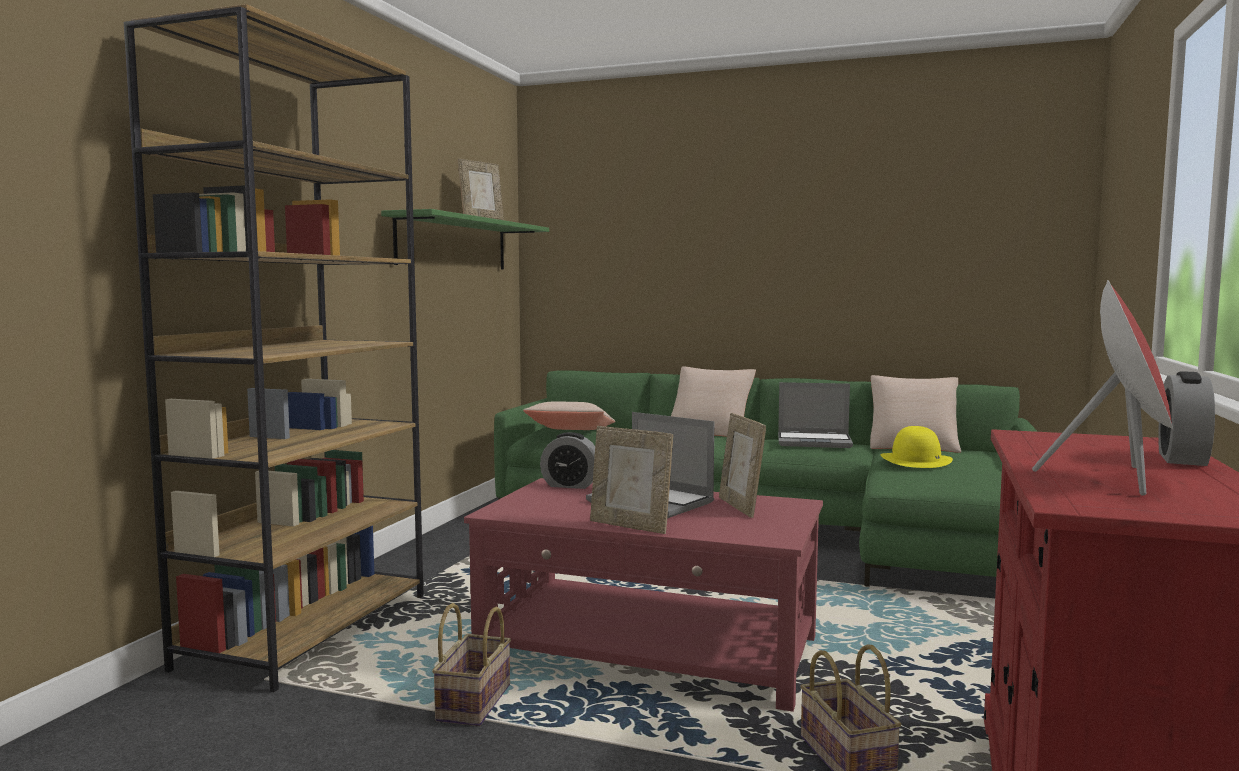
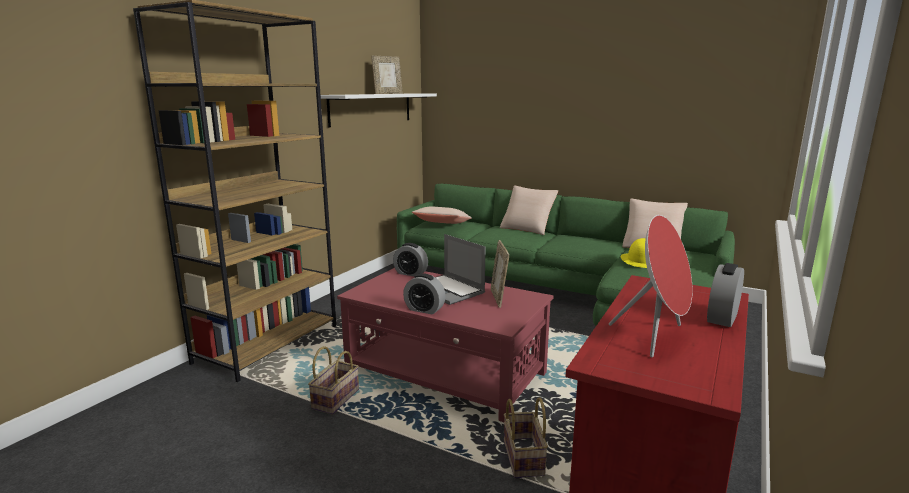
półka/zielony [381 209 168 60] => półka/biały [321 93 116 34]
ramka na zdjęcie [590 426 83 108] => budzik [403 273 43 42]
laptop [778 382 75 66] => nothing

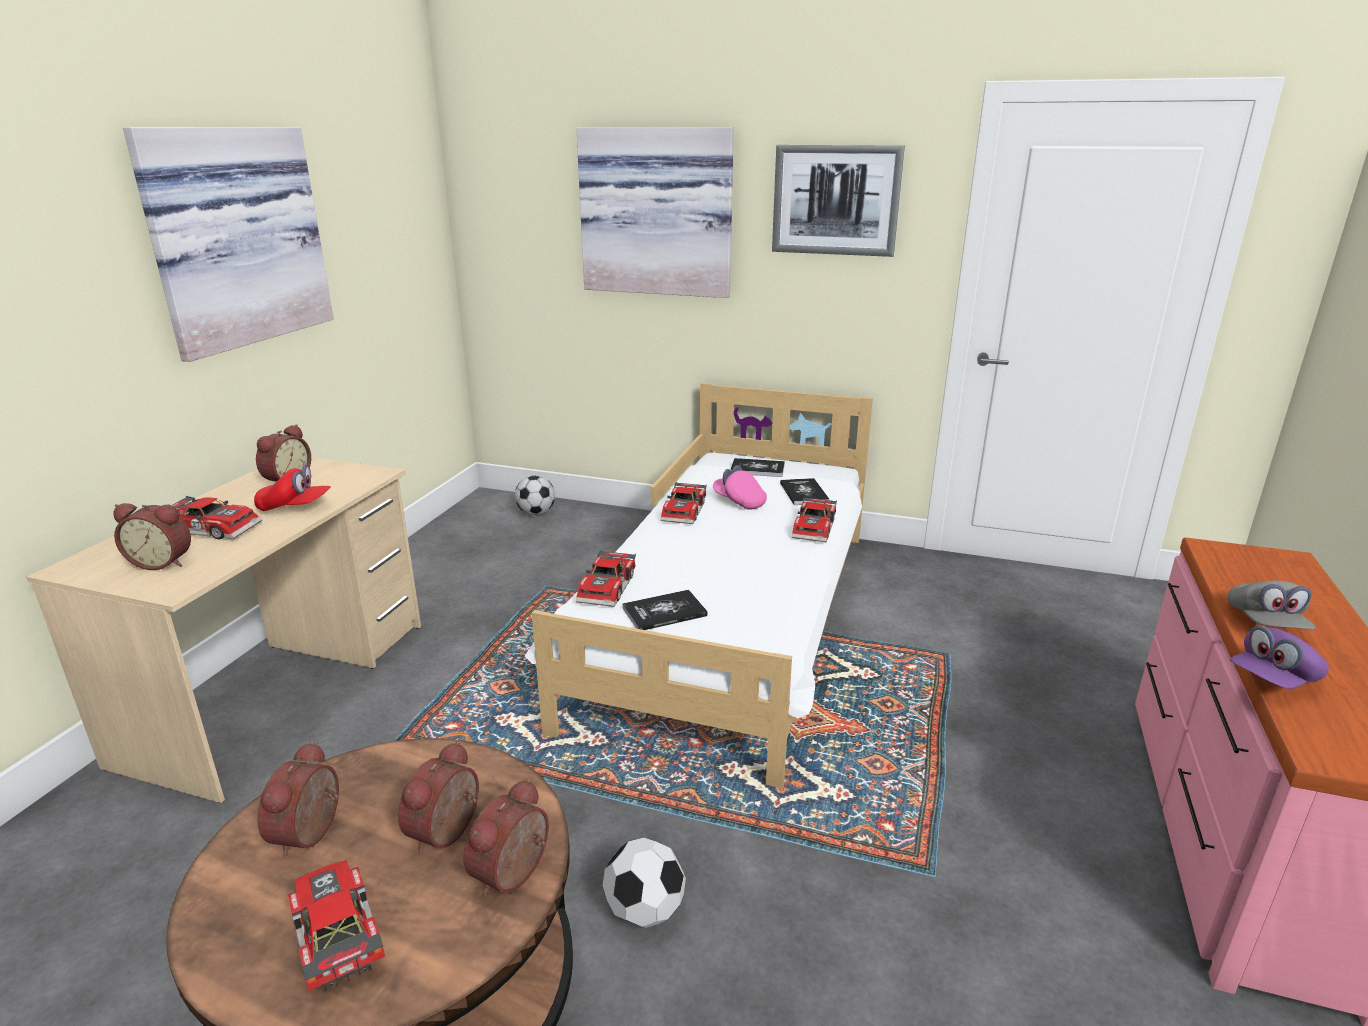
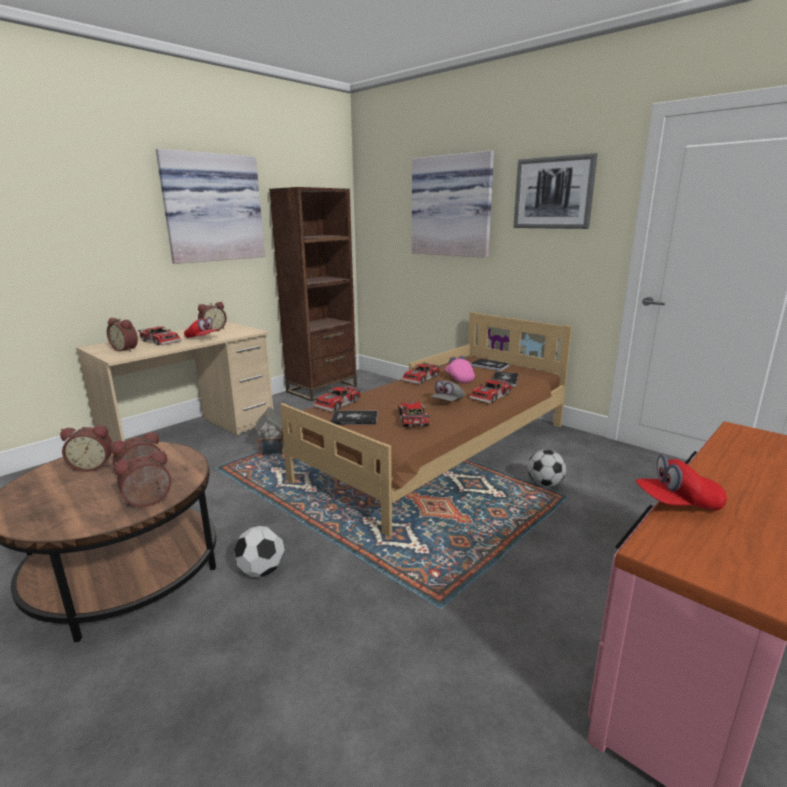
budzik [257 741 82 117] => budzik [60 425 53 47], 135 degrees counterclockwise
samochodzik [288 860 97 131] => samochodzik [398 402 32 25], moved
piłka futbolowa [515 476 40 39] => piłka futbolowa [528 449 38 38], moved
łóżko/biały [525 383 348 405] => łóżko/brązowy [280 312 292 225]
czapka z daszkiem/szary [1227 581 88 48] => czapka z daszkiem/szary [431 380 34 21], moved
czapka z daszkiem/fioletowy [1230 625 99 64] => czapka z daszkiem/czerwony [635 454 92 57]
nothing => domek [255 407 29 48]
nothing => regał/brązowy [269 187 88 214]

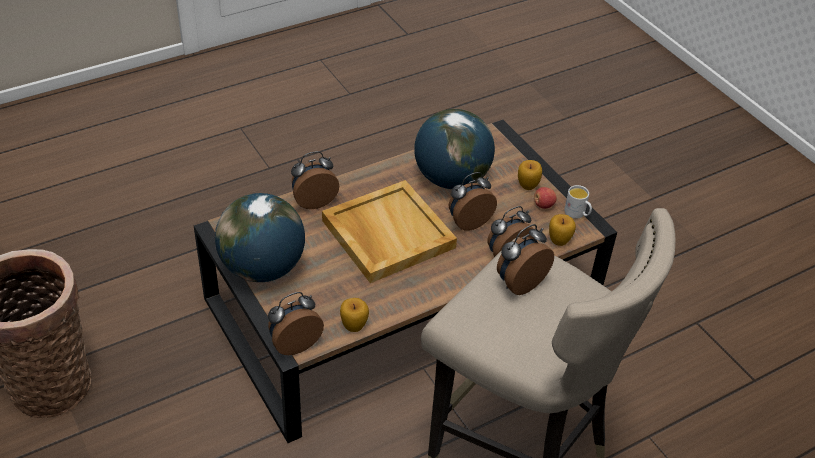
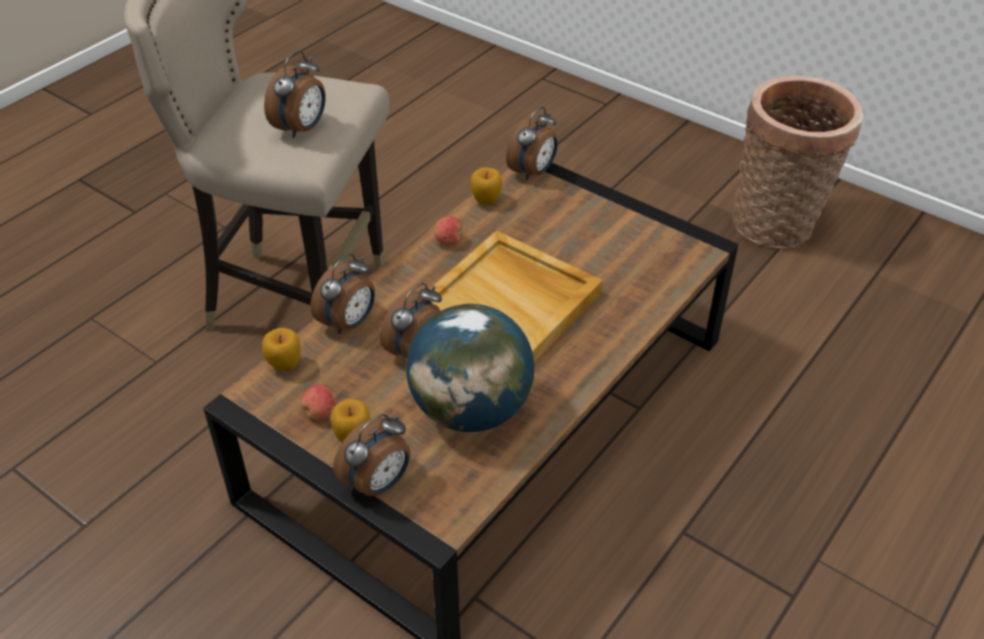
globus [215 193 90 89] => nothing
budzik [291 151 48 58] => budzik [333 414 77 83], moved
kubek/biały [564 185 28 33] => nothing
nothing => jabłko [434 216 28 29]

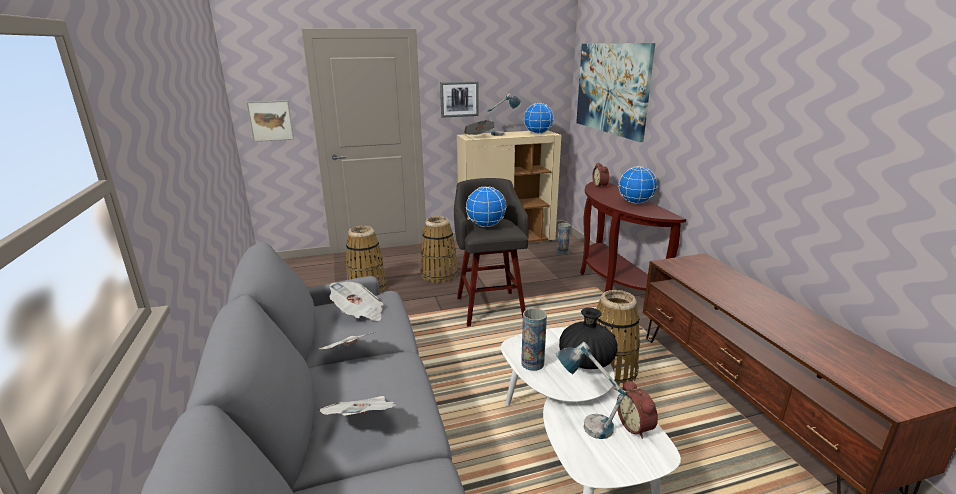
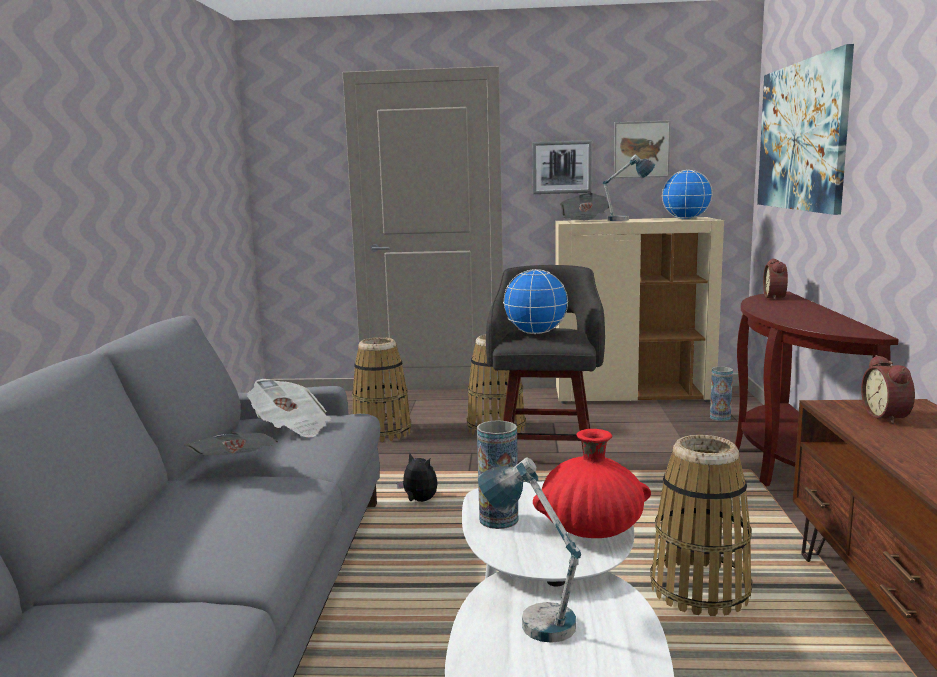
obraz [246 100 48 42] => obraz [614 120 57 58], moved
gazeta [320 396 77 20] => nothing
wazon/czarny [559 308 58 61] => wazon/czerwony [533 429 118 109]
budzik [617 380 41 59] => budzik [861 355 54 69], moved
globus [619 166 38 38] => nothing
nothing => pluszak [397 453 41 49]

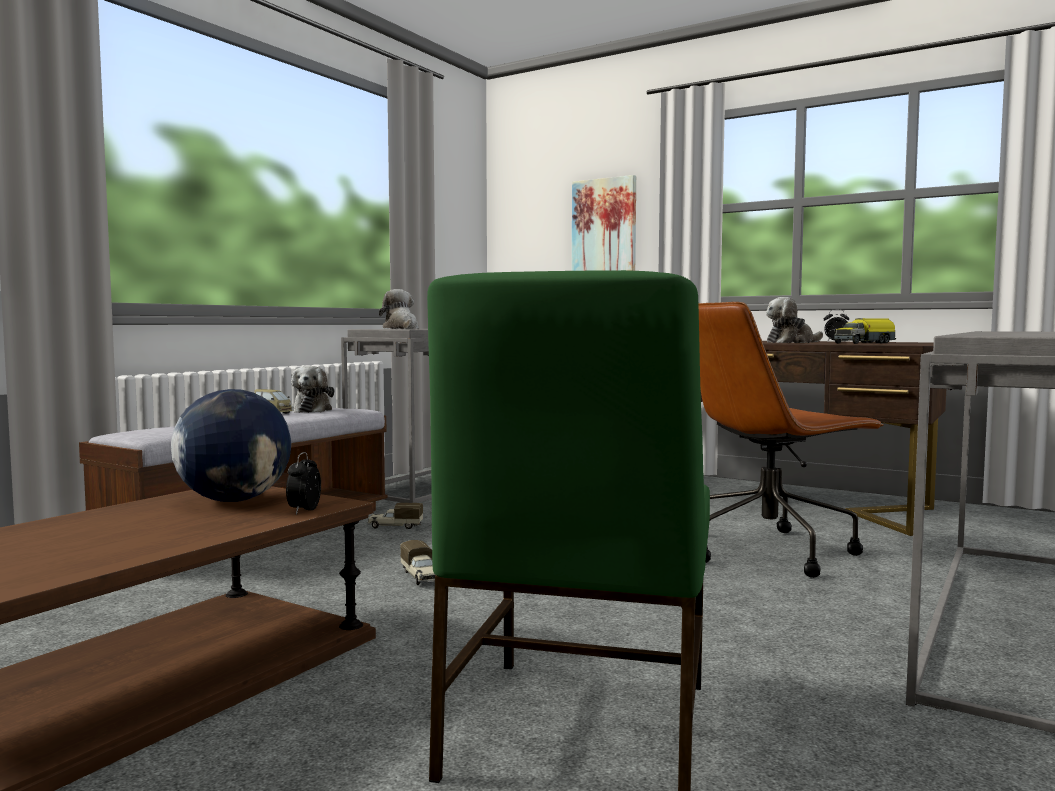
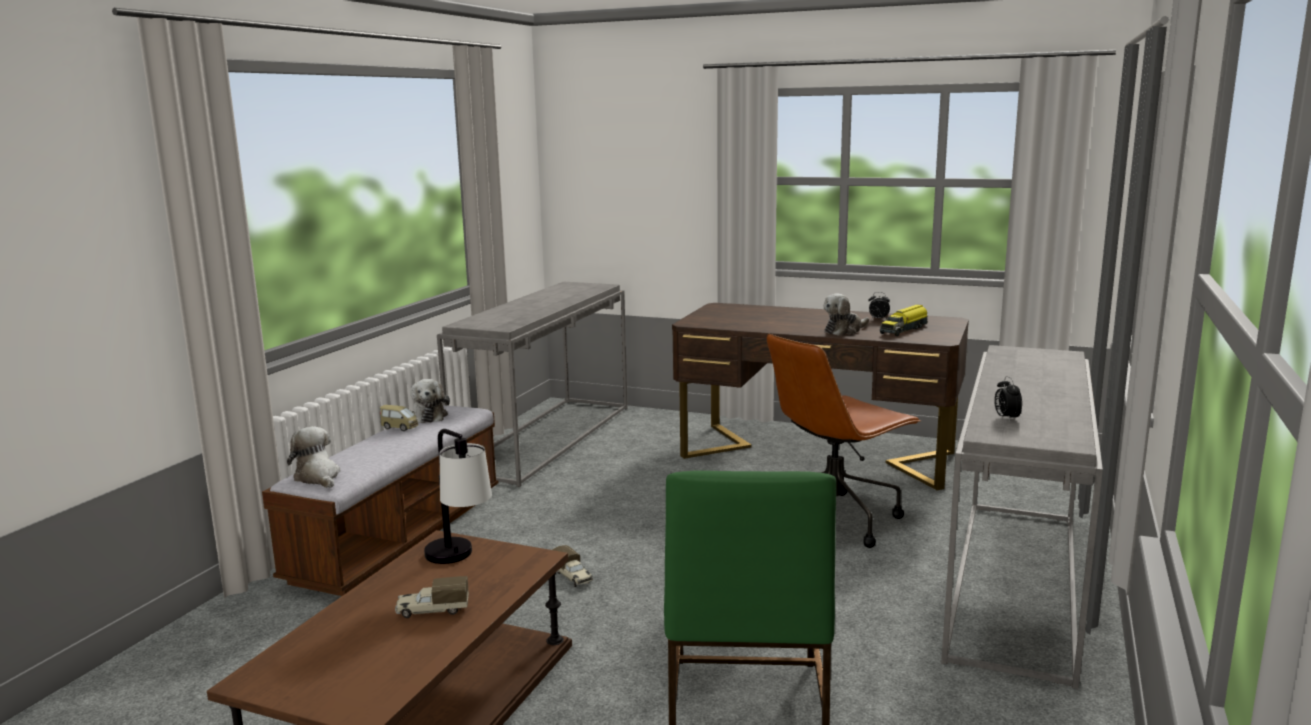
globus [171 389 120 113] => lampa stołowa [424 429 68 135]
budzik [286 452 35 63] => budzik [994 376 28 45], moved
ciężarówka zabawkowa [367 503 56 26] => ciężarówka zabawkowa [395 576 74 42], moved
pluszak [379 289 40 40] => pluszak [287 426 53 62], moved
obraz [572 175 64 96] => nothing

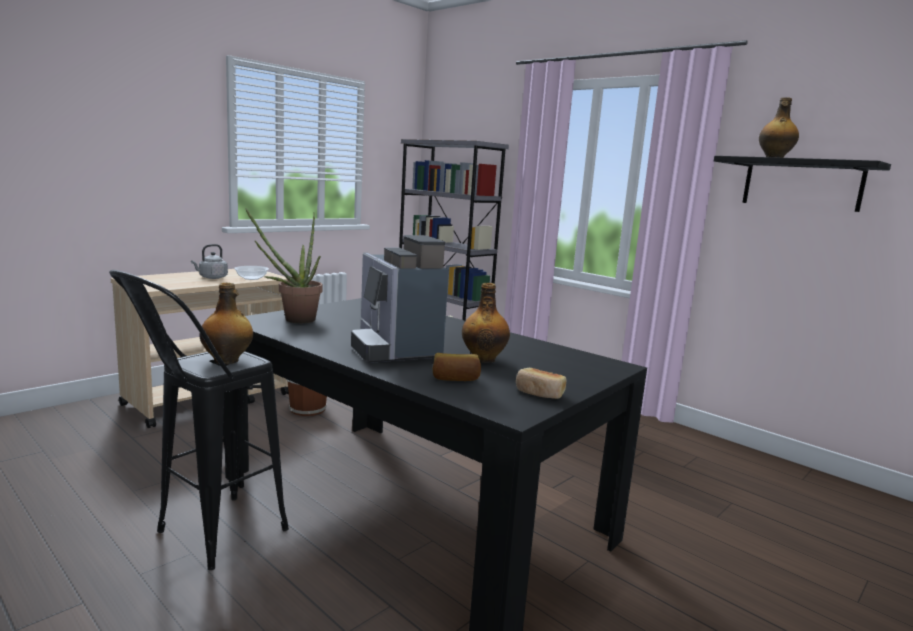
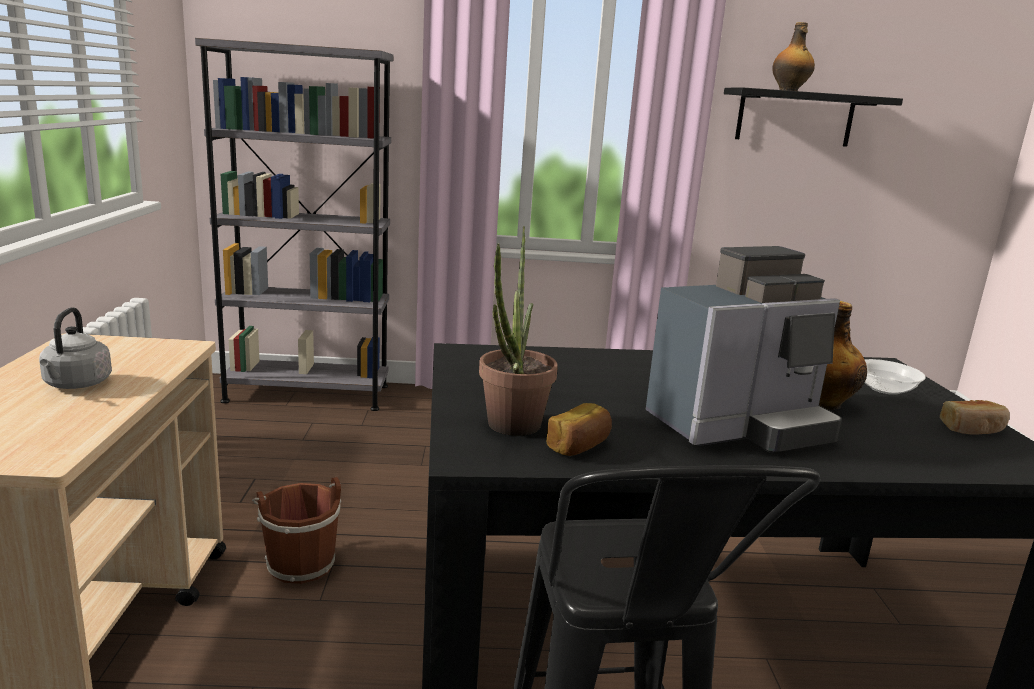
butelka [199 283 54 81] => nothing
miska [234 266 35 14] => miska [864 359 62 36], moved
ekspres do kawy [351 235 98 128] => ekspres do kawy [646 246 196 207], 45 degrees counterclockwise
chleb [433 353 48 28] => chleb [547 403 65 53], moved

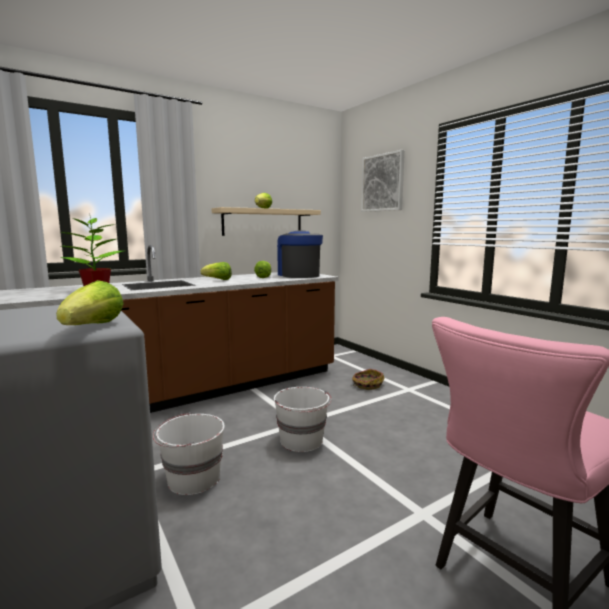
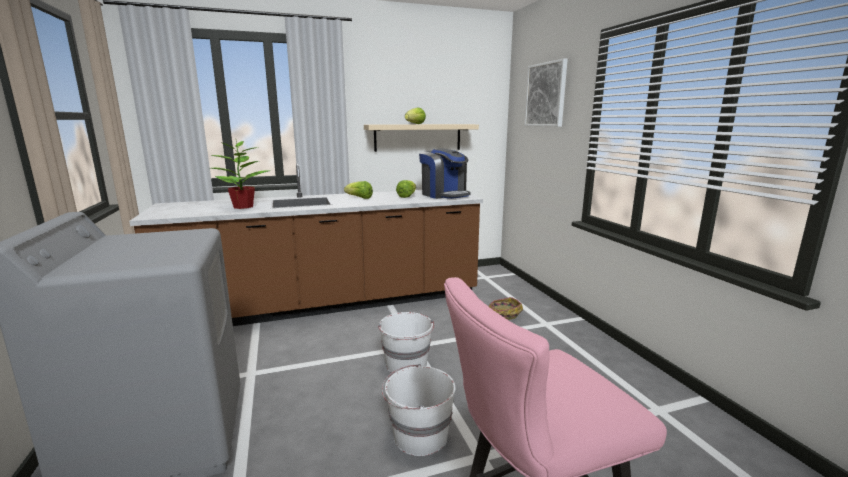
sałata [56 280 68 45] => nothing
wiadro/biały [153 412 72 83] => wiadro/biały [382 364 73 92], moved
ekspres do kawy [277 230 46 48] => ekspres do kawy [419 148 52 51], 150 degrees clockwise

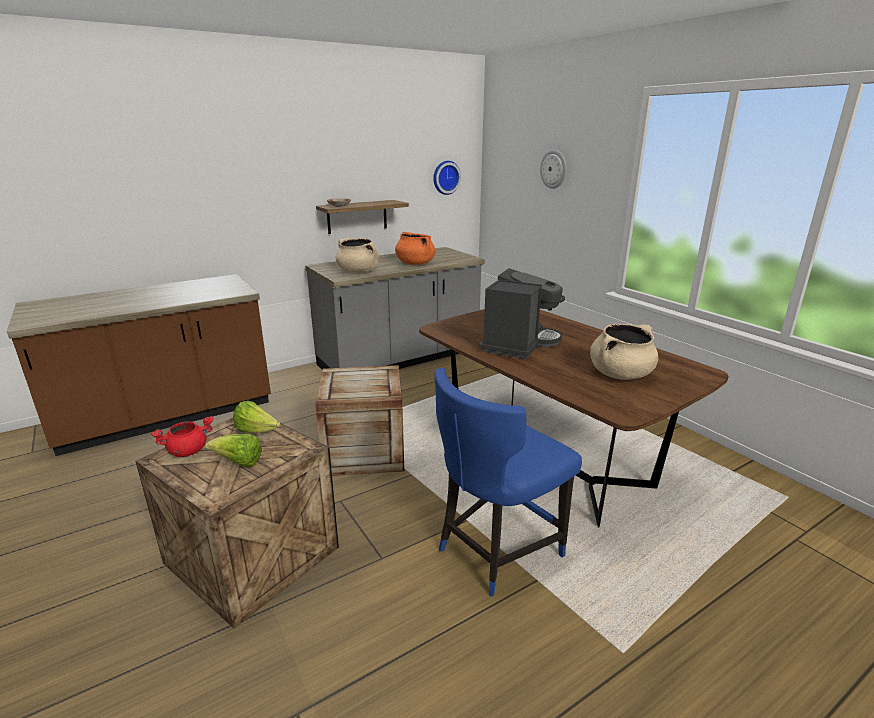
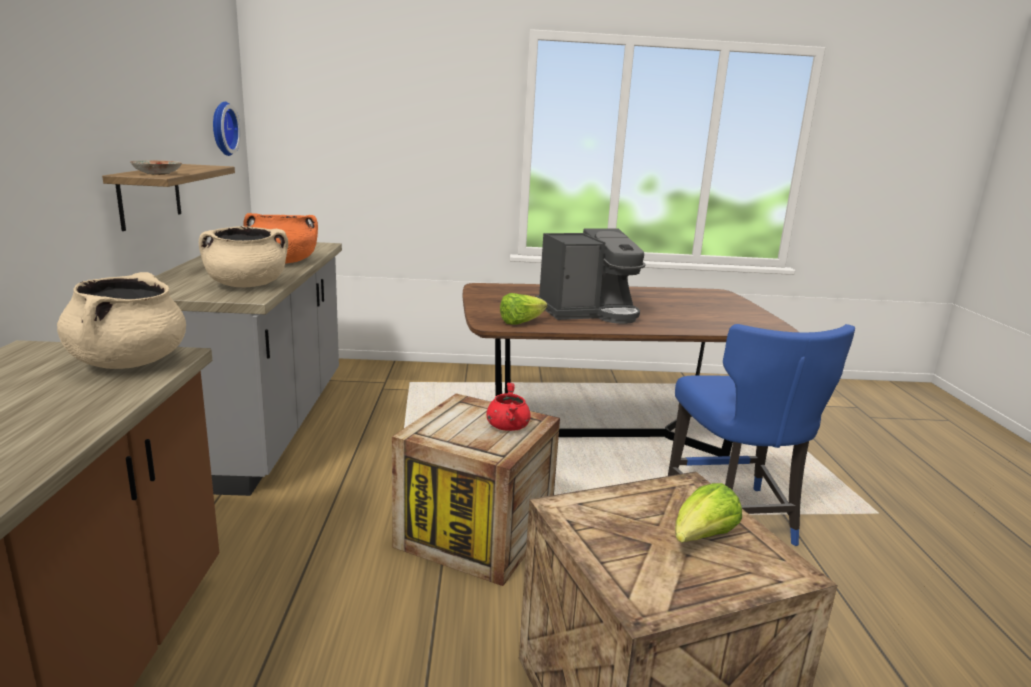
garnek/czerwony [151 416 62 41] => garnek/czerwony [486 383 45 48], moved
sałata [233 401 47 32] => sałata [500 293 48 32], moved
ekspres do kawy [478 268 87 91] => ekspres do kawy [536 228 110 96], 105 degrees clockwise
zegar ścienny [540 149 27 40] => nothing
garnek/beżowy [590 324 68 56] => garnek/beżowy [57 272 129 97], moved

